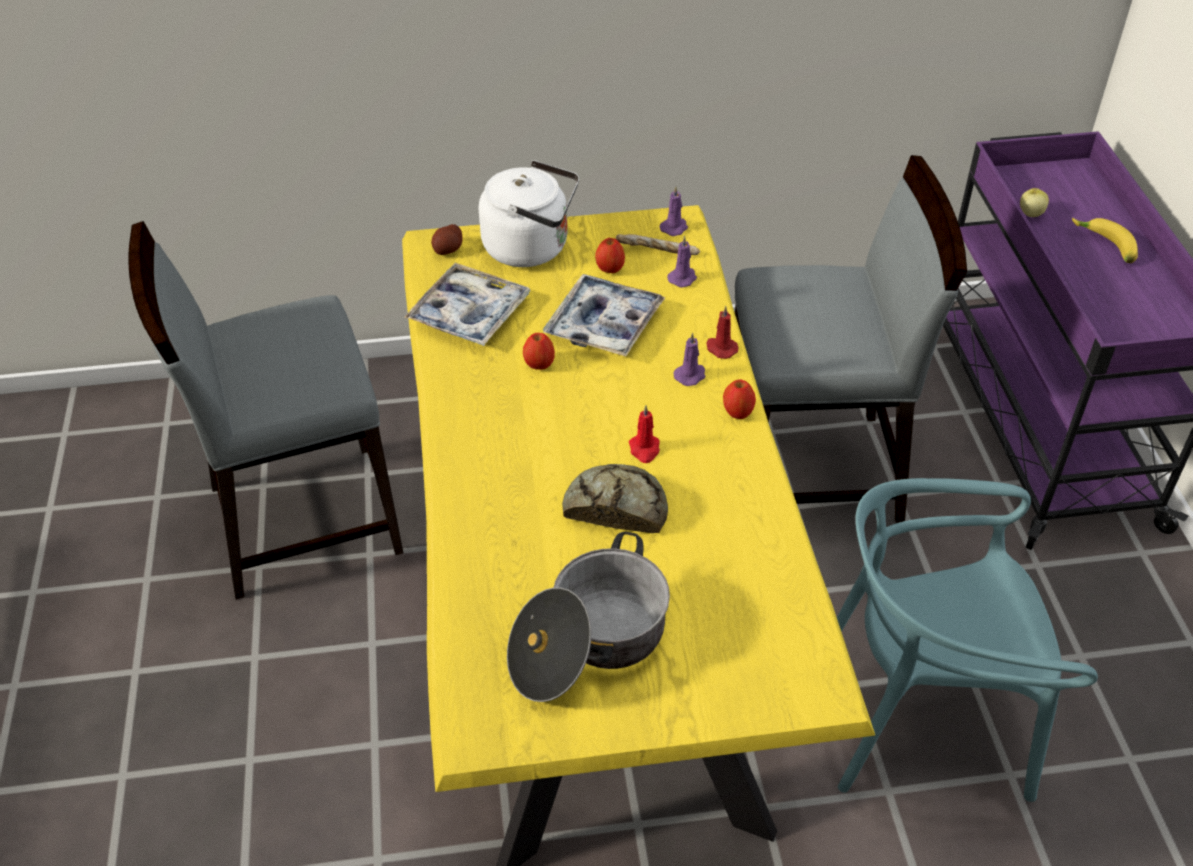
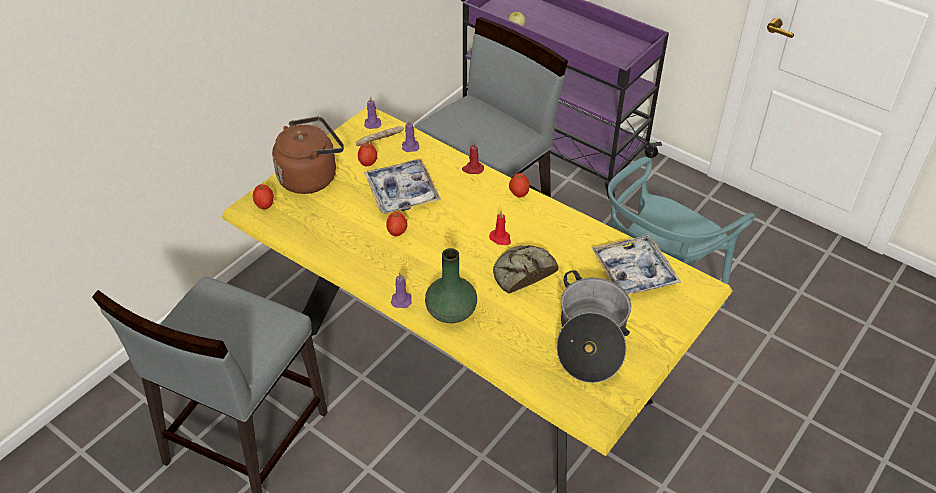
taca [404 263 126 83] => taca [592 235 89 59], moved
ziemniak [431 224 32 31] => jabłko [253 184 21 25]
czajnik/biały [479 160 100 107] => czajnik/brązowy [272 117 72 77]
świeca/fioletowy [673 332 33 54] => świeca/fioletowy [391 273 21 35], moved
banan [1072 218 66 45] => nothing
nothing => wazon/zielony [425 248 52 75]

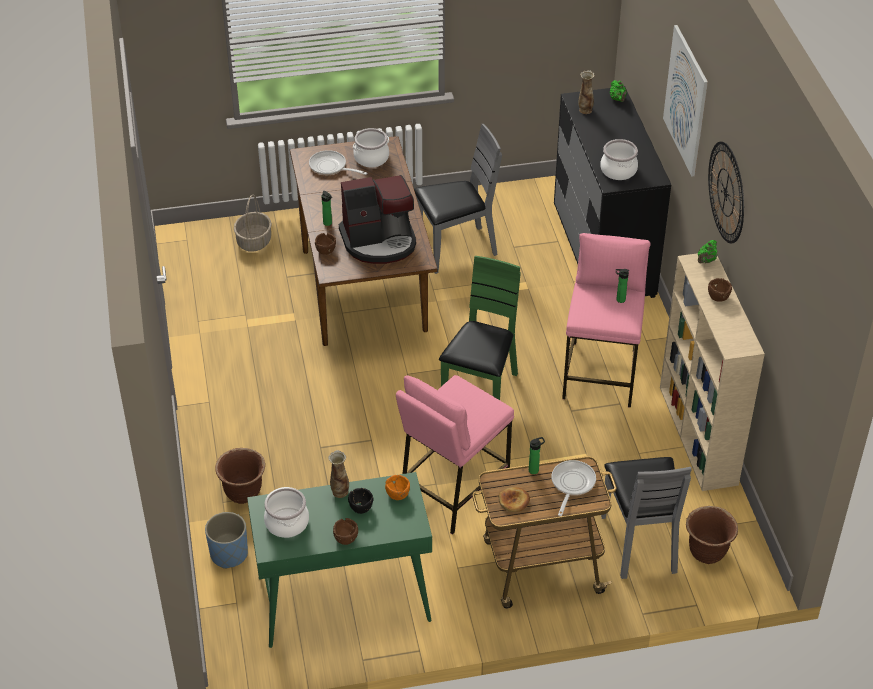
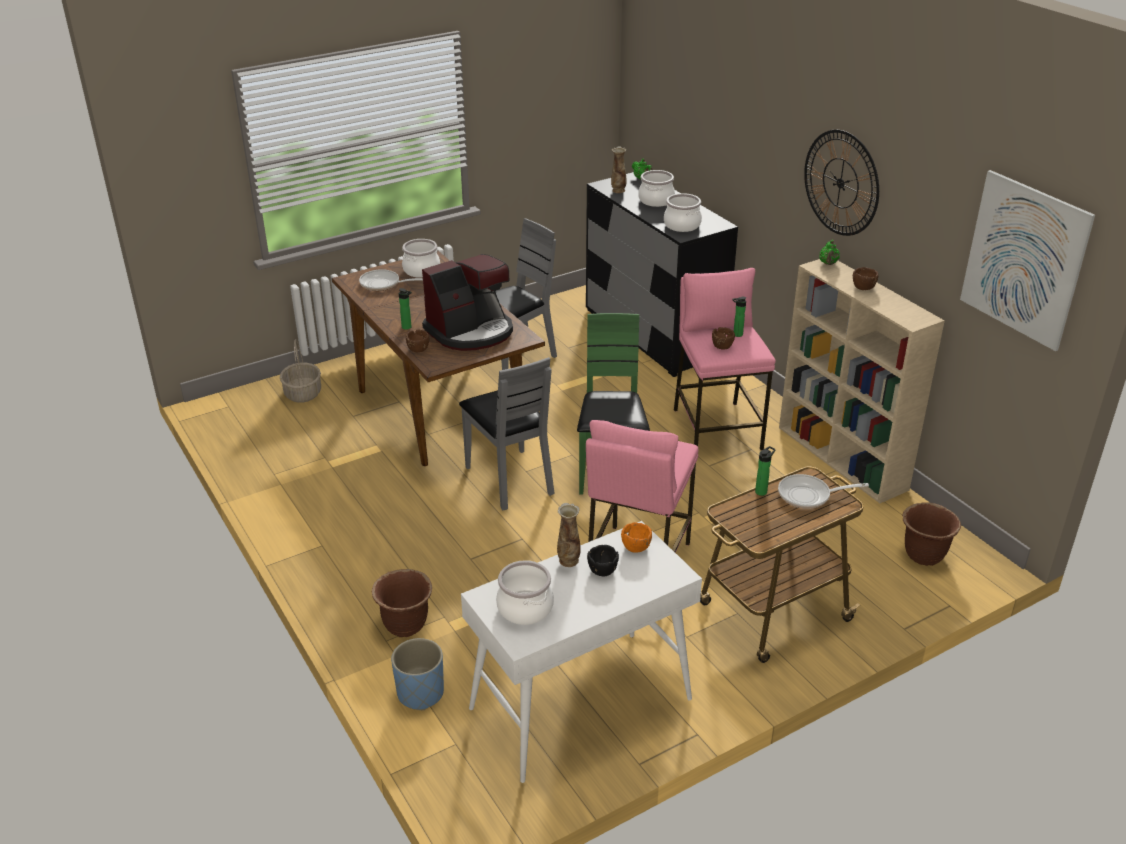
stolik konsolowy/zielony [247 472 185 176] => stolik konsolowy/biały [461 521 241 262]
miska/brązowy [333 518 25 27] => miska/brązowy [712 327 23 23], moved
chleb [499 487 31 25] => nothing
patelnia [551 460 45 56] => patelnia [778 474 91 35], 90 degrees counterclockwise
krzesło/szary [601 457 91 122] => krzesło/szary [459 357 96 153], moved
obraz [663 25 45 152] => obraz [960 170 135 181], moved
nothing => garnek [638 170 37 37]

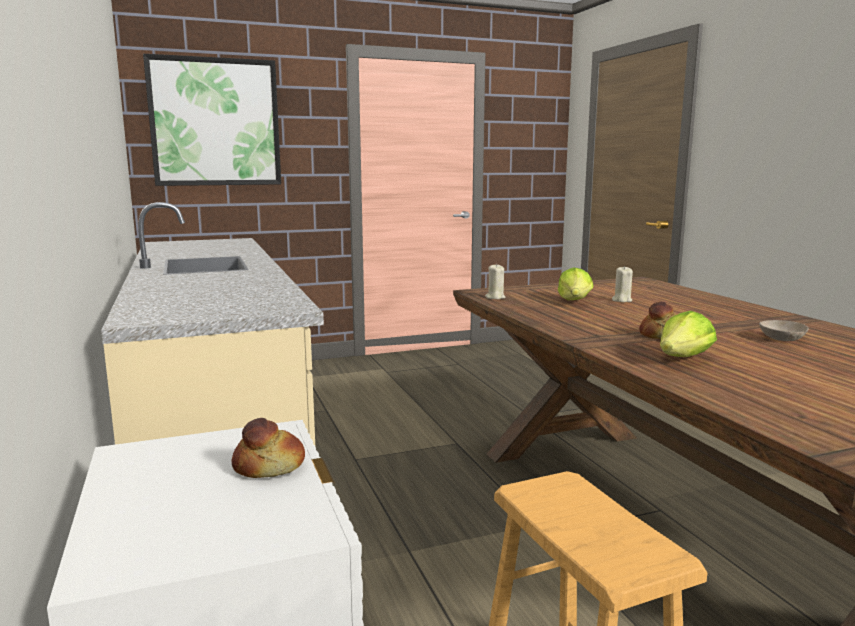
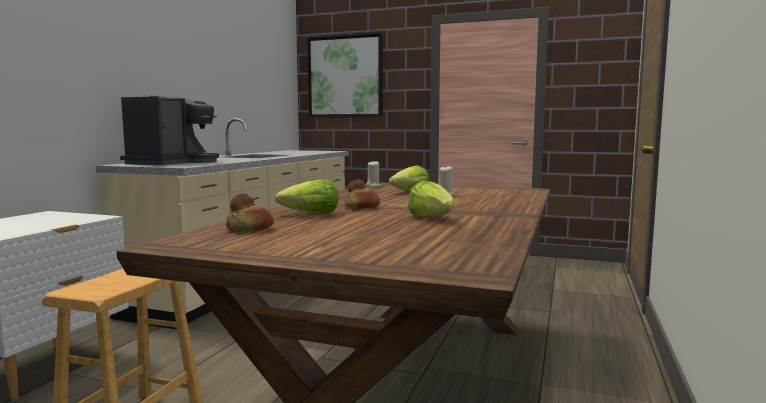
chleb [232 418 73 60] => chleb [226 193 48 39], moved
miska/beżowy [759 320 50 21] => sałata [408 181 46 37]
nothing => ekspres do kawy [120 96 99 69]

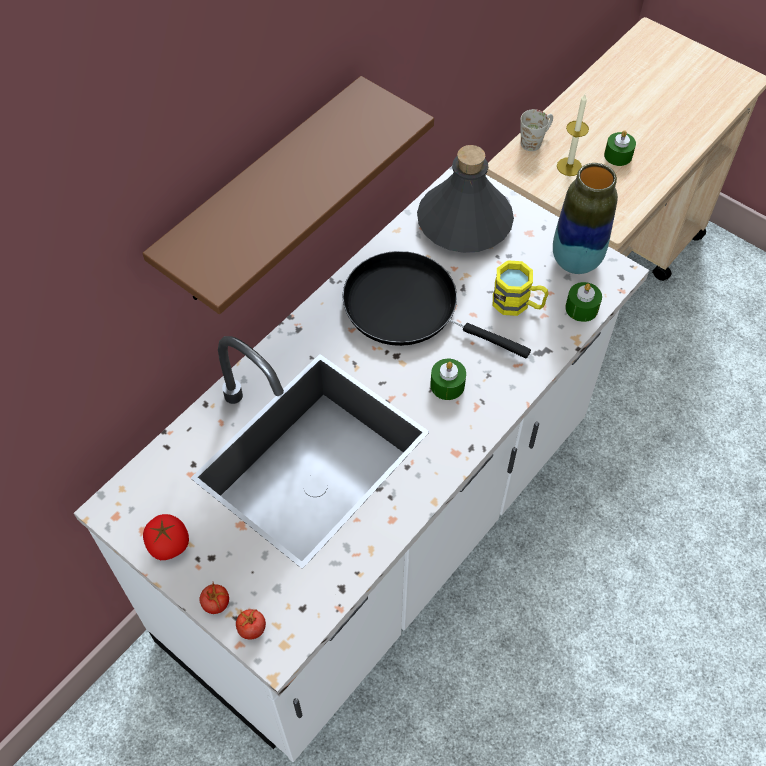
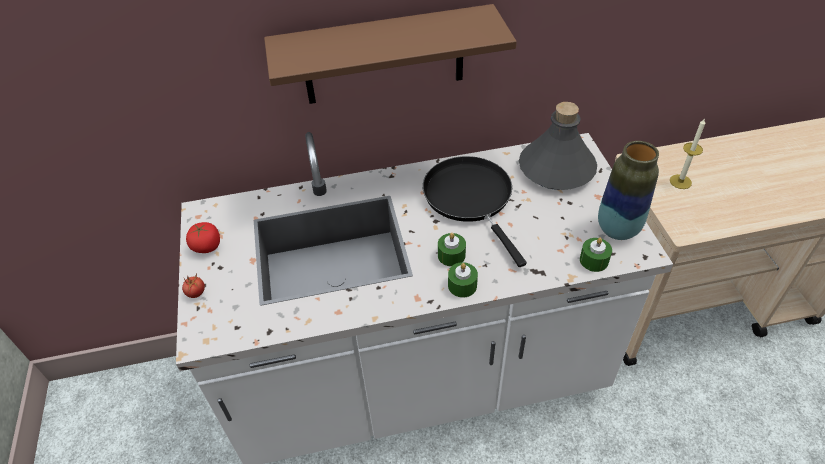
pomidor [236 609 30 31] => nothing
kubek/żółty [493 260 56 56] => nothing
kubek/biały [520 109 33 42] => nothing
świeca/zielony [604 131 32 35] => świeca/zielony [448 262 30 36], moved

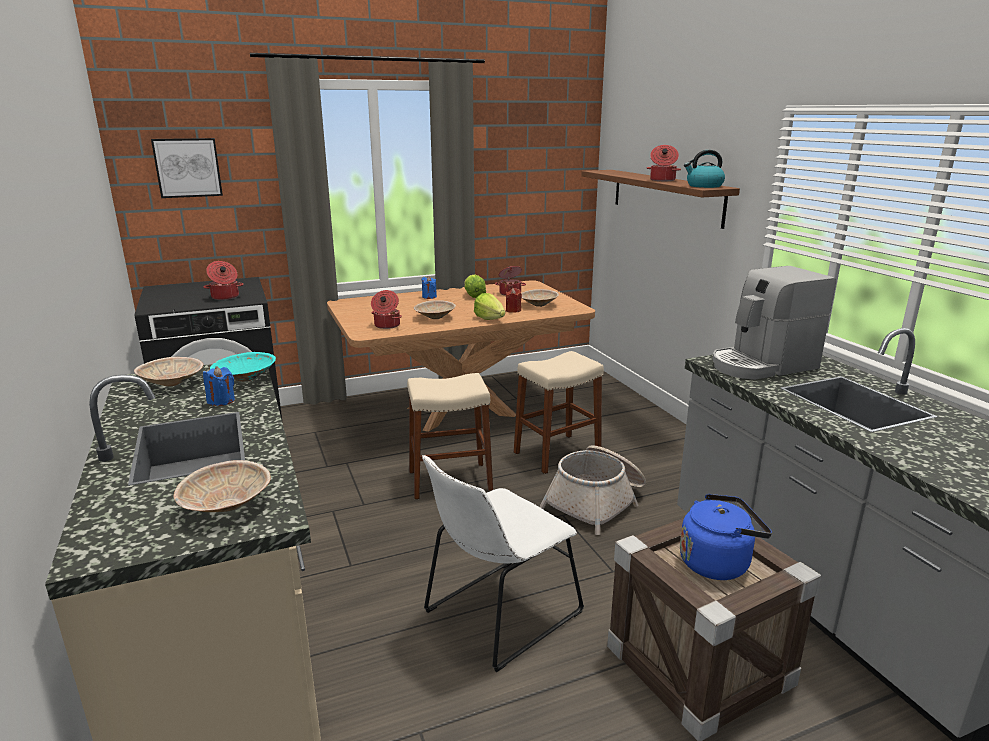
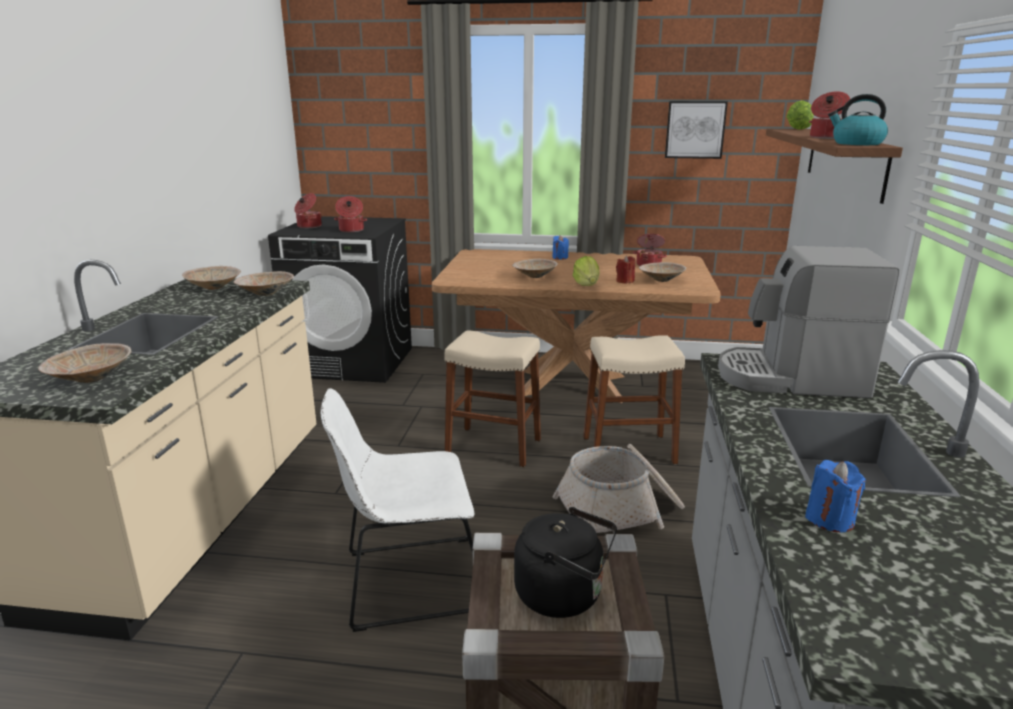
obraz [151 138 72 60] => obraz [665 101 63 58], moved
świeca/niebieski [203 366 32 40] => świeca/niebieski [805 460 61 72], moved
miska/turkusowy [210 352 66 30] => miska/beżowy [234 271 60 25]
garnek [371 290 31 39] => garnek [294 193 28 35], moved
sałata [464 274 22 24] => sałata [786 100 28 30], moved
czajnik/niebieski [680 494 92 86] => czajnik/czarny [514 507 103 111]

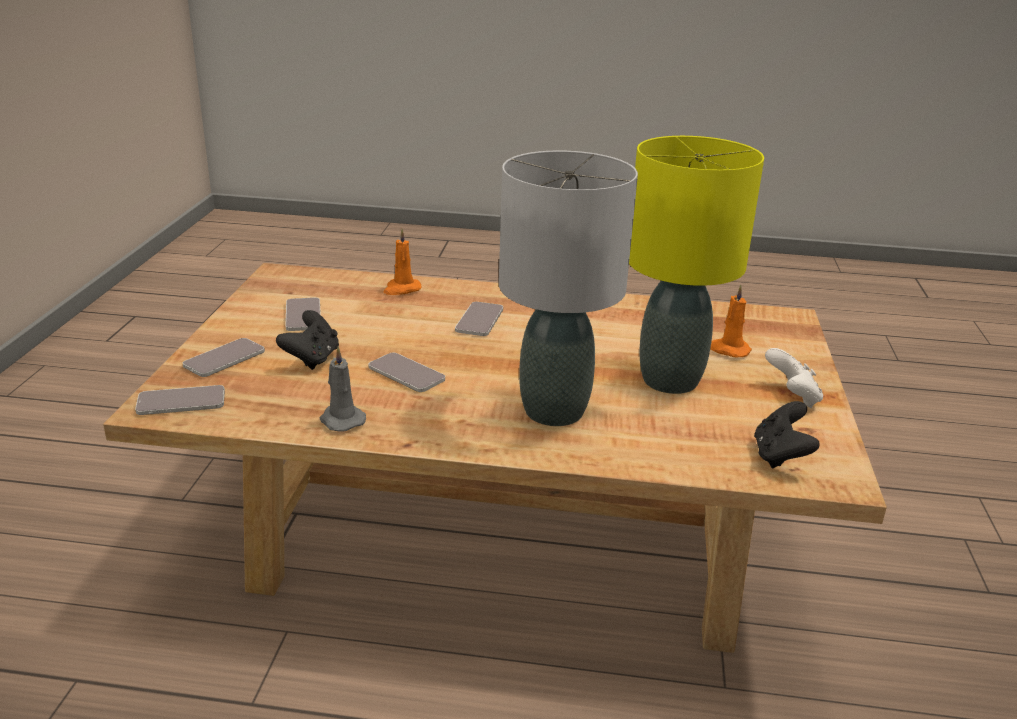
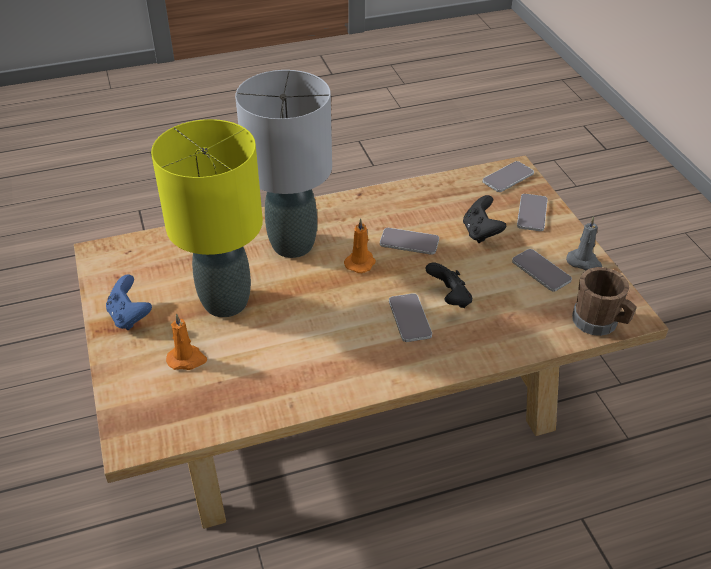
świeca/szary [320 346 46 86] => świeca/szary [566 216 36 54], moved
świeca/pomarańczowy [383 229 39 66] => świeca/pomarańczowy [344 218 32 55], moved
pad do gier/czarny [754 401 66 68] => pad do gier/czarny [425 262 47 46], moved
pad do gier/biały [765 348 58 60] => pad do gier/niebieski [106 274 46 56]
nothing => kubek/brązowy [572 267 65 69]

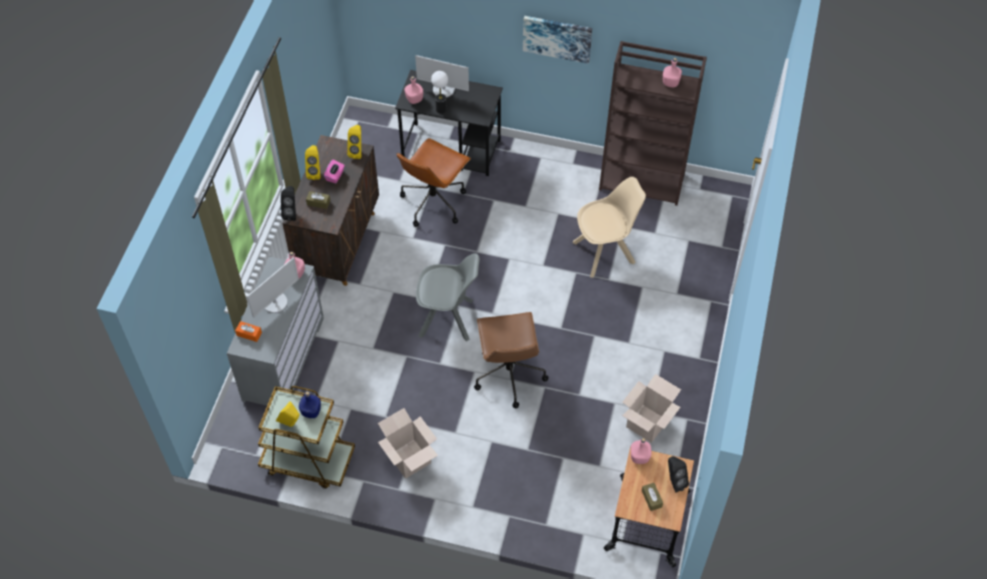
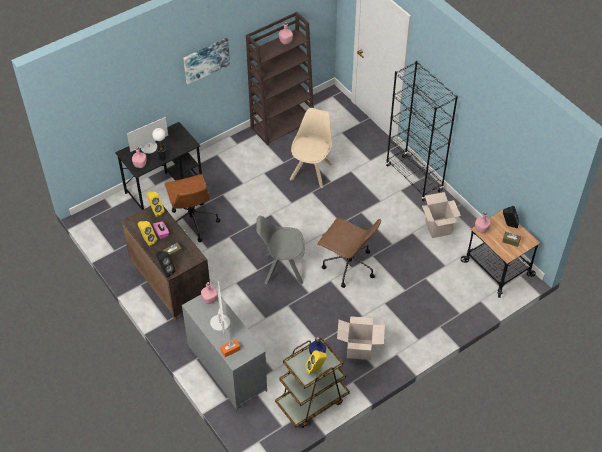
krzesło/szary [416 253 64 88] => krzesło/szary [256 216 49 69], 135 degrees counterclockwise
nothing => regał/czarny [386 61 72 140]

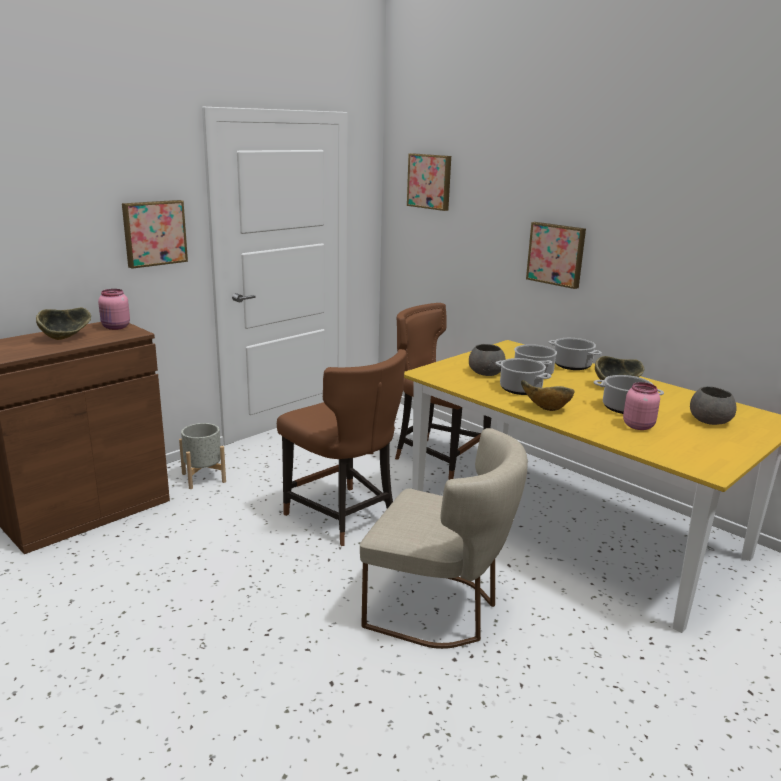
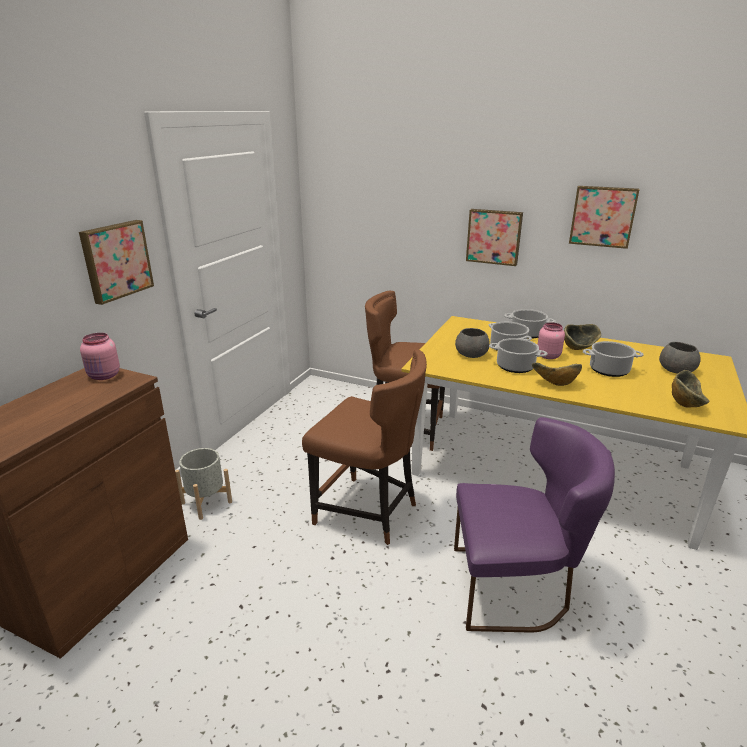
miska [36 307 55 33] => miska [672 370 37 38], moved
krzesło/beżowy [360 428 168 221] => krzesło/fioletowy [454 417 161 216]
obraz [407 153 44 58] => obraz [569 186 71 63], moved
słoik/różowy [623 382 37 48] => słoik/różowy [537 322 28 37], moved

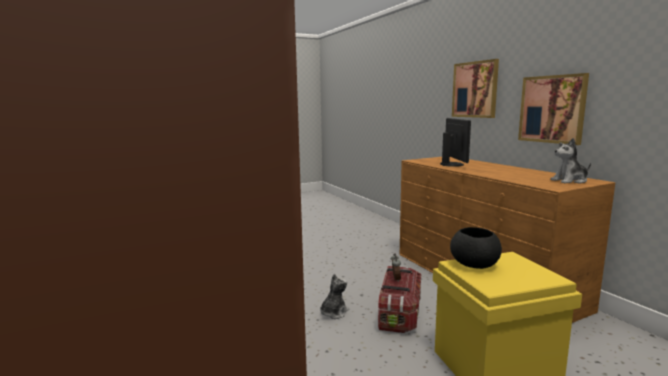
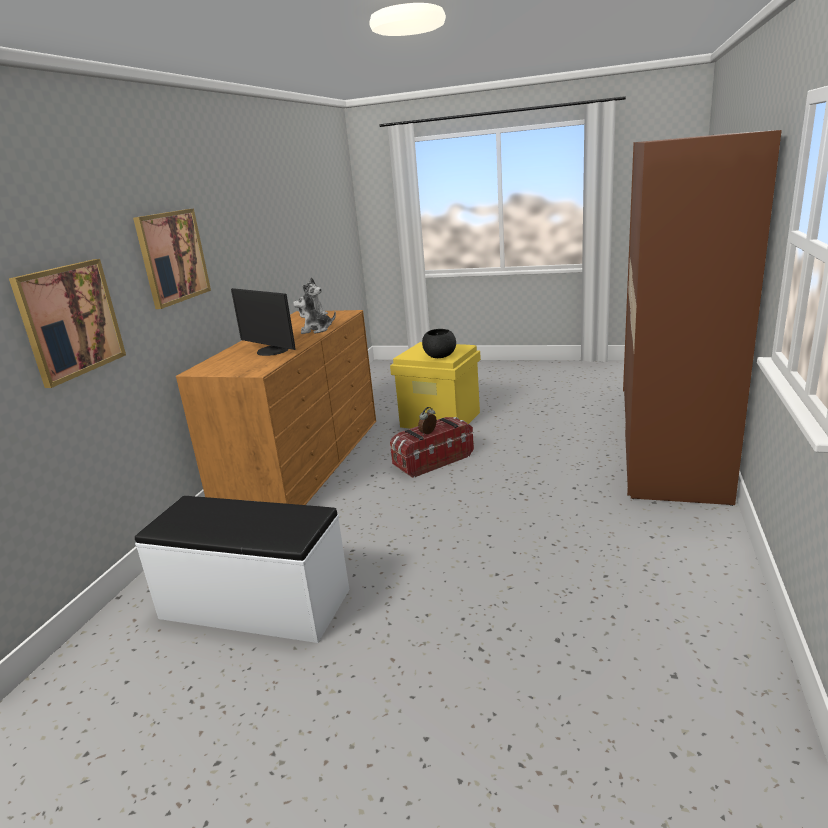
pluszak [320 274 29 45] => pluszak [293 290 43 44], moved
monitor [440 118 31 49] => monitor [231 288 64 68], 90 degrees counterclockwise
obraz [518 73 71 72] => obraz [9 259 117 129], moved
nothing => ławka/biały [135 496 214 147]

